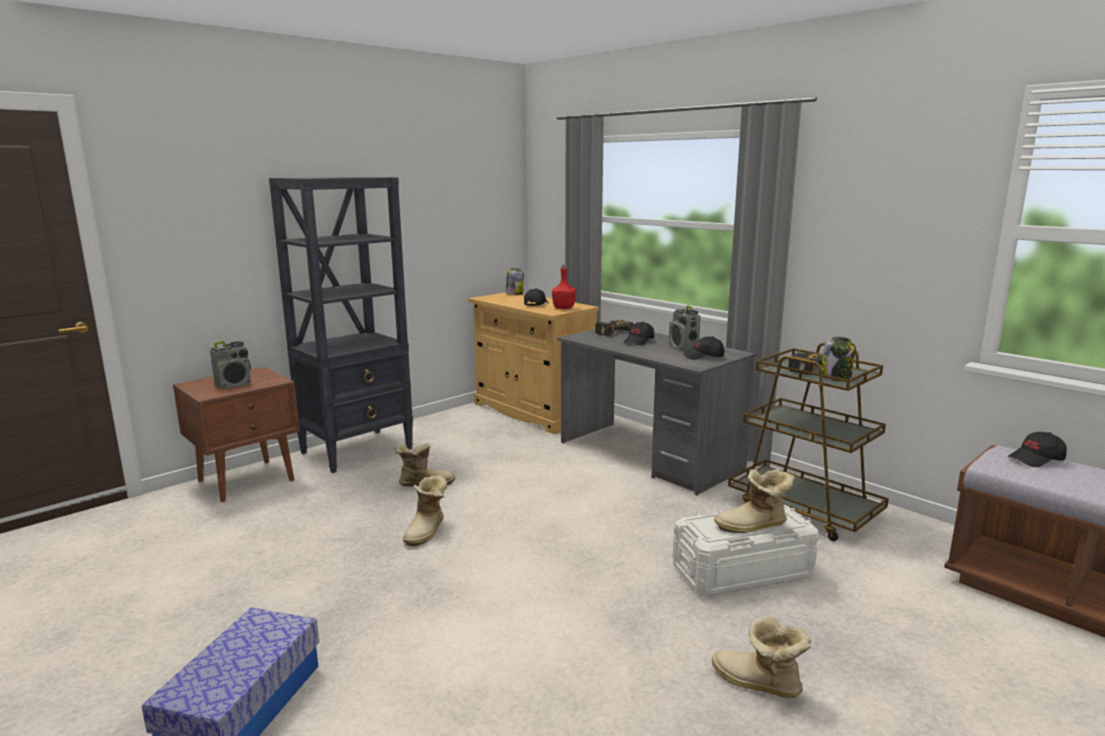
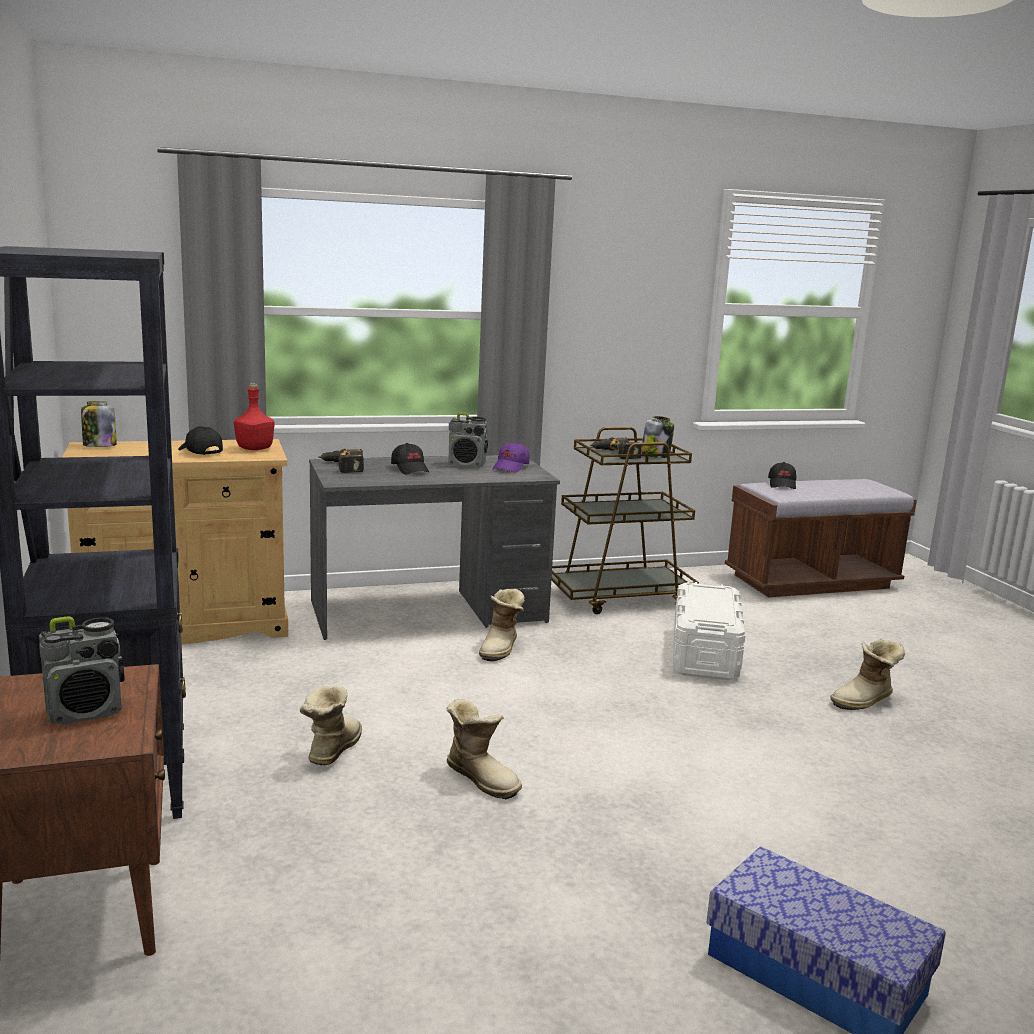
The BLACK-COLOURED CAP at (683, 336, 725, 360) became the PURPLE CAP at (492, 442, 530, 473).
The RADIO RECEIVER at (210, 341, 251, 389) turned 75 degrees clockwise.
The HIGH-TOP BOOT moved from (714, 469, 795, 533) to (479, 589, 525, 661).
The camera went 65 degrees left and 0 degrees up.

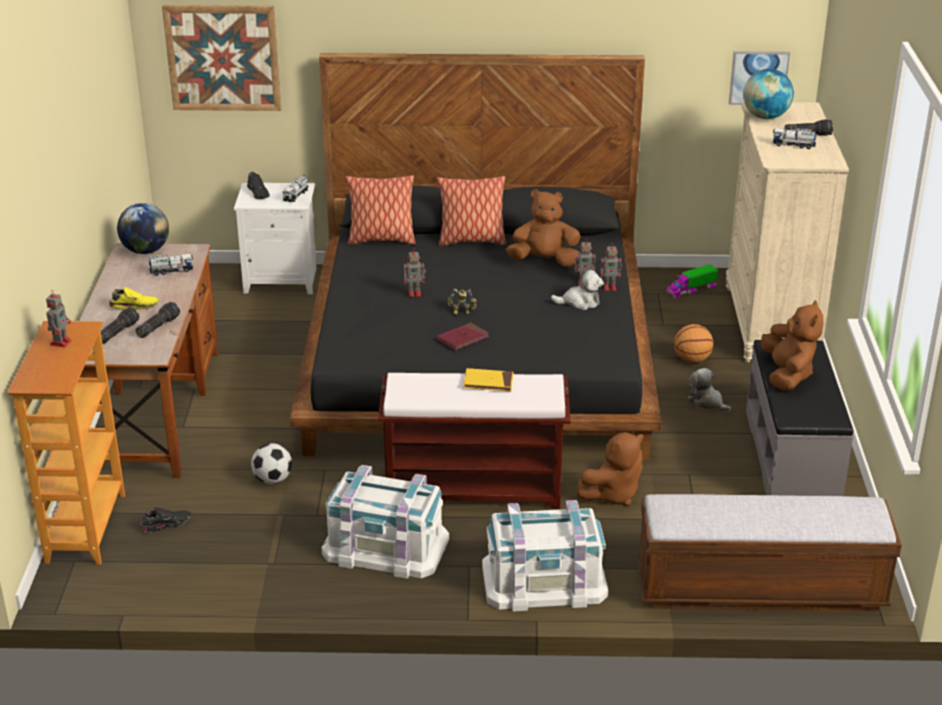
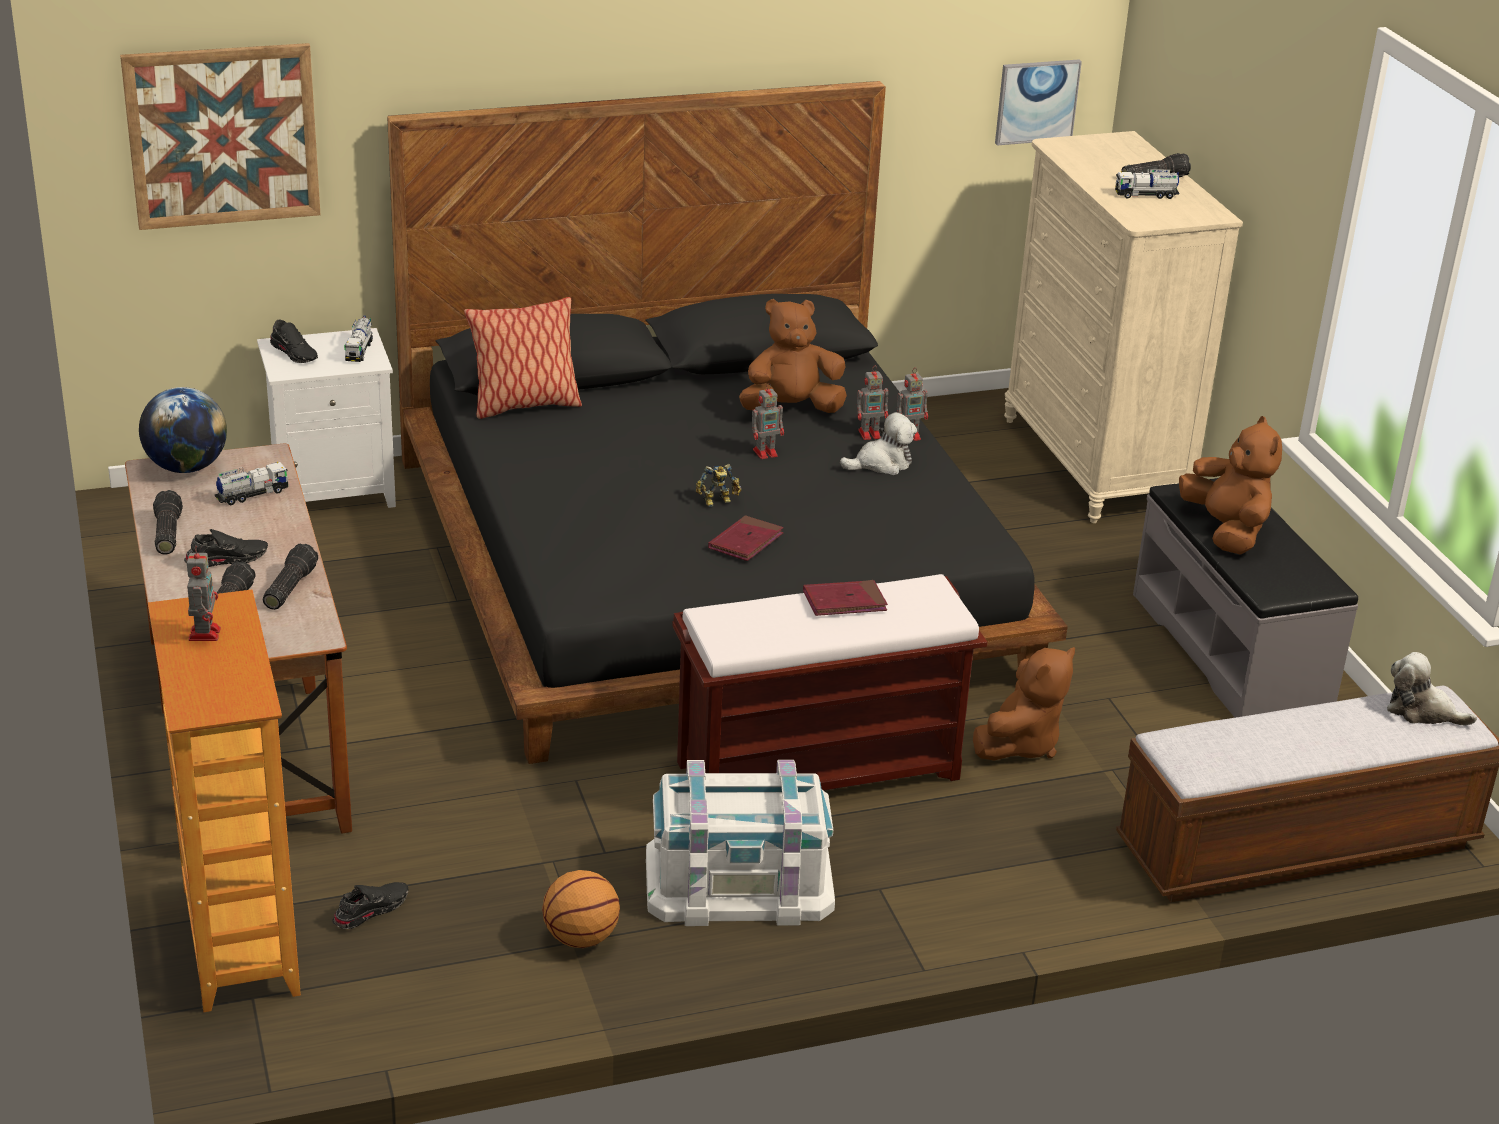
The DESK GLOBE at (743, 69, 794, 119) disappeared.
The PILLOW at (437, 176, 506, 246) disappeared.
The TOY ROBOT moved from (404, 248, 426, 297) to (752, 383, 784, 459).
The TOY TRUCK at (666, 264, 718, 298) disappeared.
The YELLOWISH ITEM OF FOOTWEAR at (109, 287, 159, 310) became the BLACK-COLOURED ITEM OF FOOTWEAR at (184, 529, 268, 567).
The BALL FOR BASKETBALL moved from (674, 324, 713, 363) to (542, 870, 620, 948).
The YELLOWISH VOLUME at (463, 368, 513, 392) became the RED VOLUME at (803, 580, 888, 616).
The SOFT TOY moved from (688, 368, 731, 412) to (1387, 652, 1477, 726).
The BALL FOR FOOTBALL at (251, 443, 292, 484) disappeared.
The WHITE STORAGE BIN at (482, 500, 608, 612) disappeared.
The HAND TORCH at (153, 490, 183, 554) appeared.
The camera went 20 degrees left and 0 degrees up.

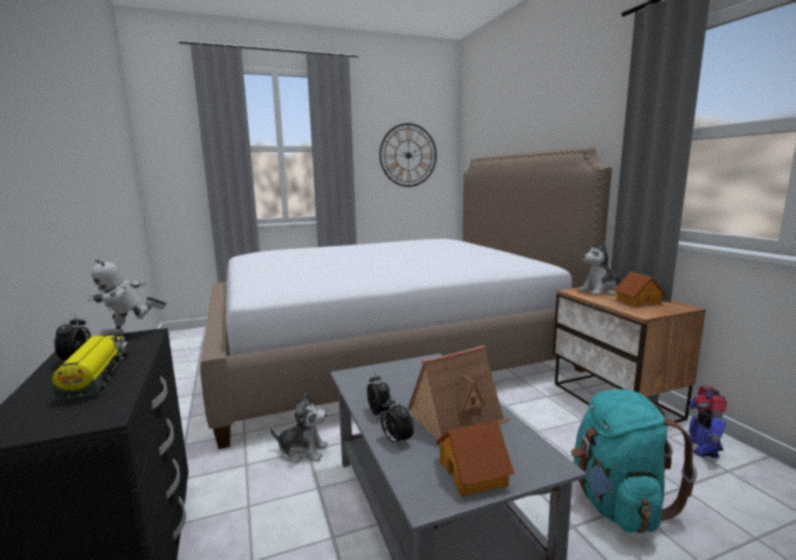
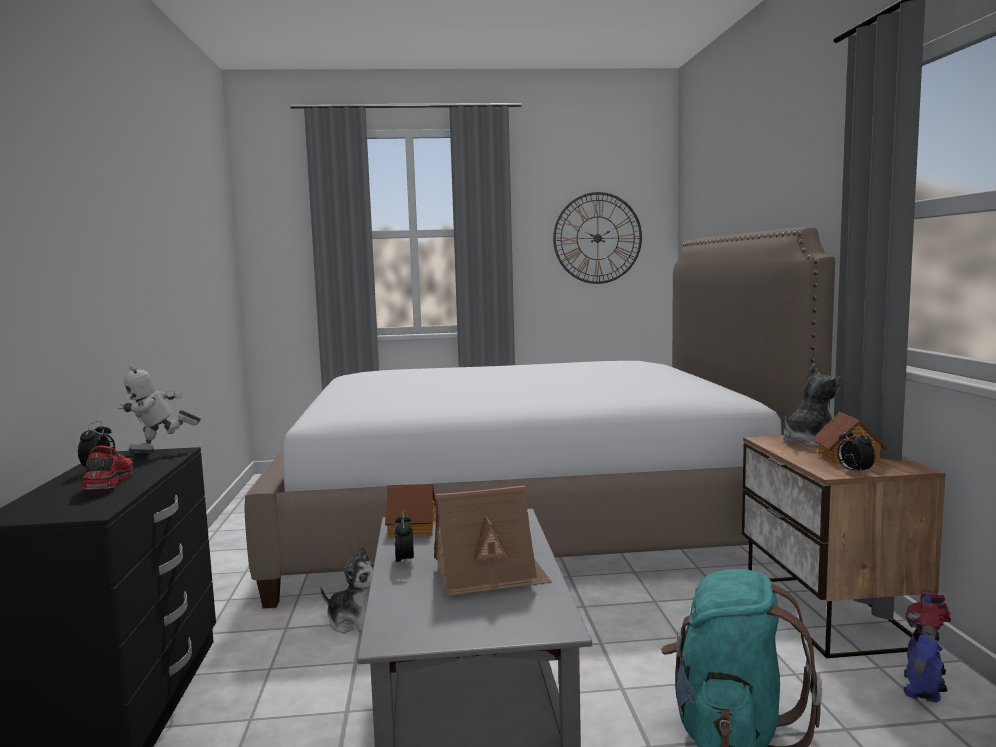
The SOFT TOY at (579, 241, 621, 295) turned 150 degrees clockwise.
The TOY TRUCK at (52, 335, 129, 401) was replaced by the RED ITEM OF FOOTWEAR at (81, 446, 133, 490).
The TABLE CLOCK moved from (381, 396, 414, 446) to (837, 427, 875, 474).
The MODEL HOUSE moved from (436, 421, 515, 496) to (385, 484, 436, 537).
The camera went 15 degrees right and 5 degrees down.

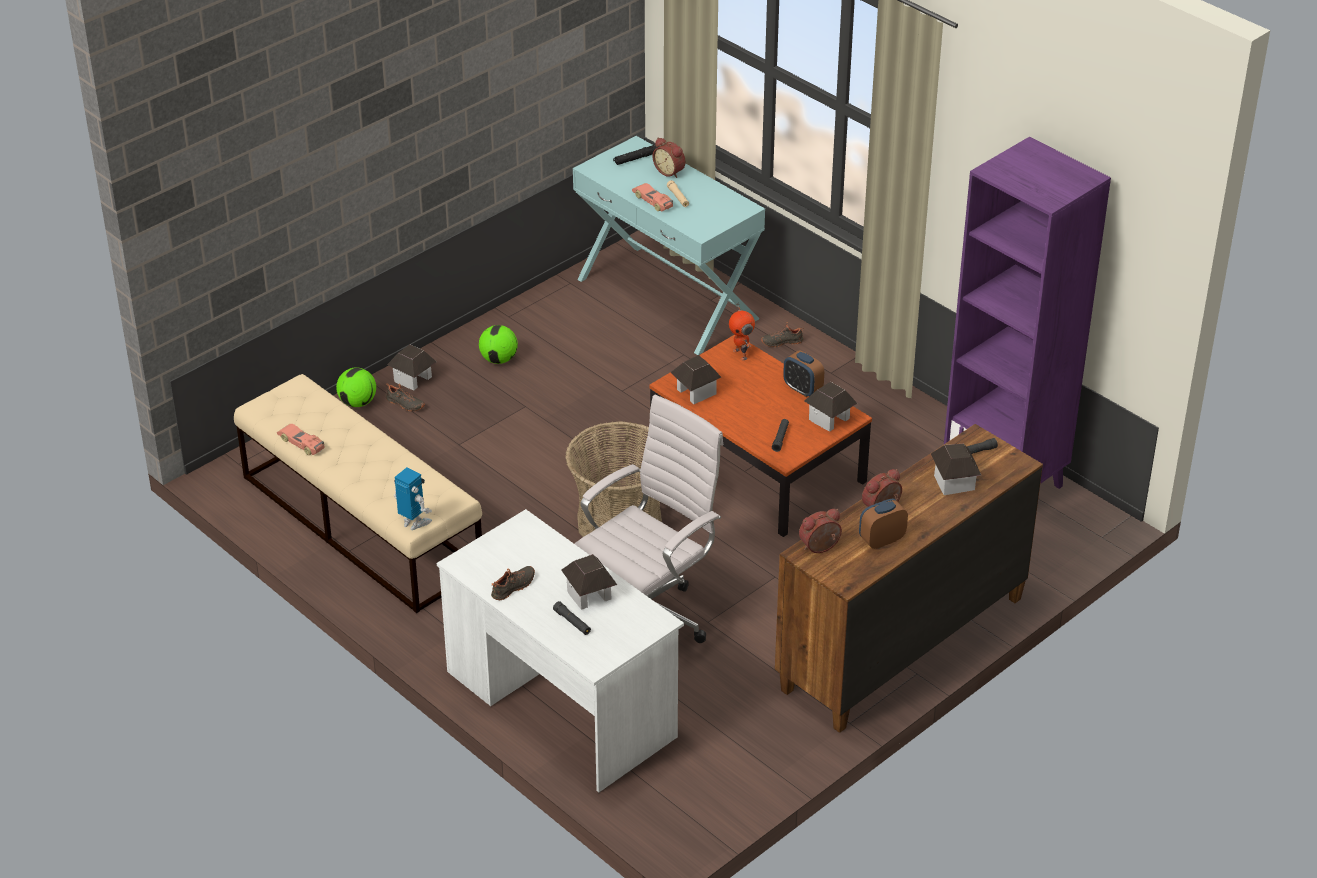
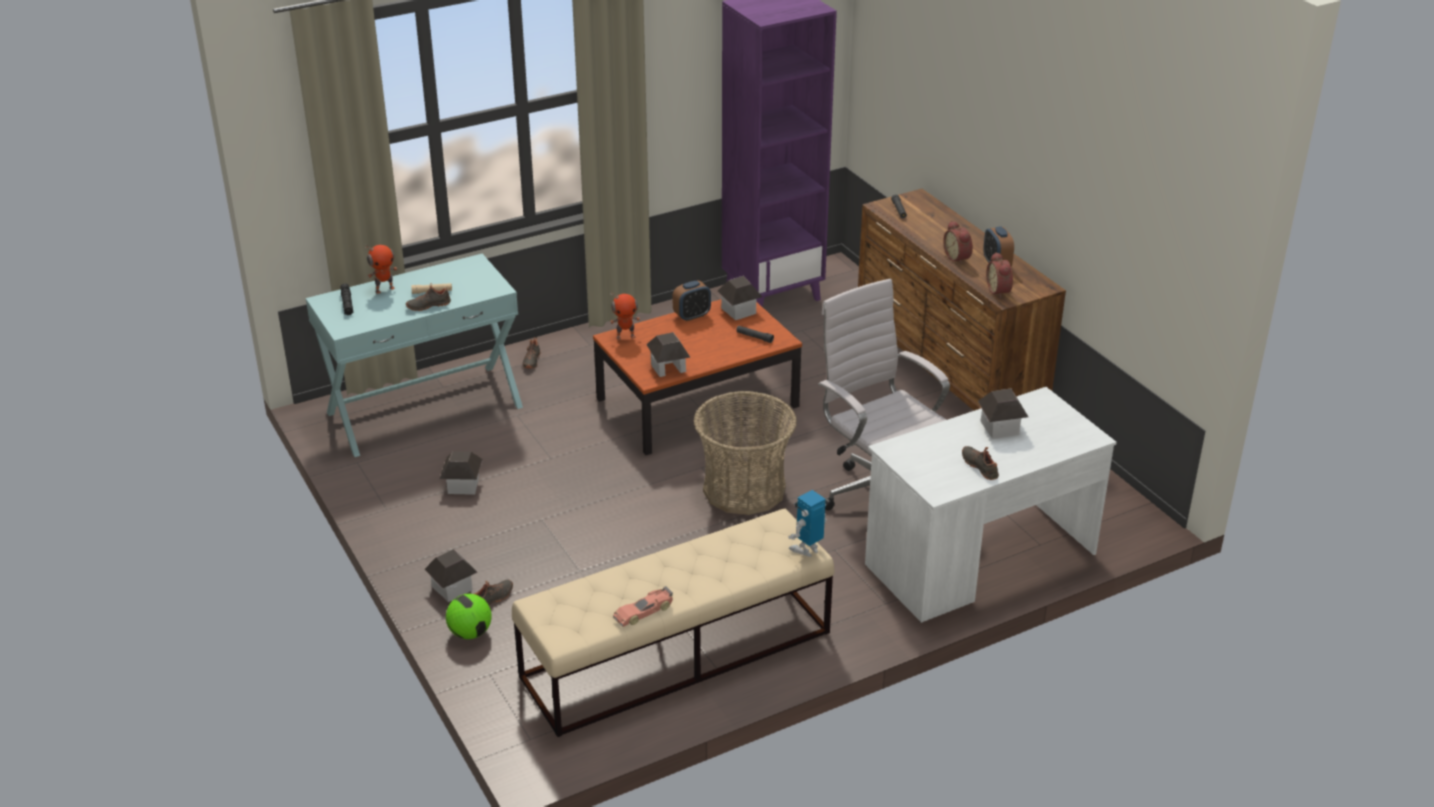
The TABLE CLOCK at (653, 138, 686, 178) was replaced by the TOY ROBOT at (365, 245, 397, 294).
The MINIATURE CAR at (632, 183, 673, 211) was replaced by the BLACK-COLOURED ITEM OF FOOTWEAR at (406, 283, 451, 311).
The BALL FOR FOOTBALL at (479, 325, 518, 364) disappeared.
The MODEL HOUSE moved from (931, 444, 981, 495) to (439, 452, 483, 495).
The BLACK-COLOURED HAND TORCH at (553, 601, 591, 635) disappeared.
The camera went 75 degrees left and 5 degrees down.

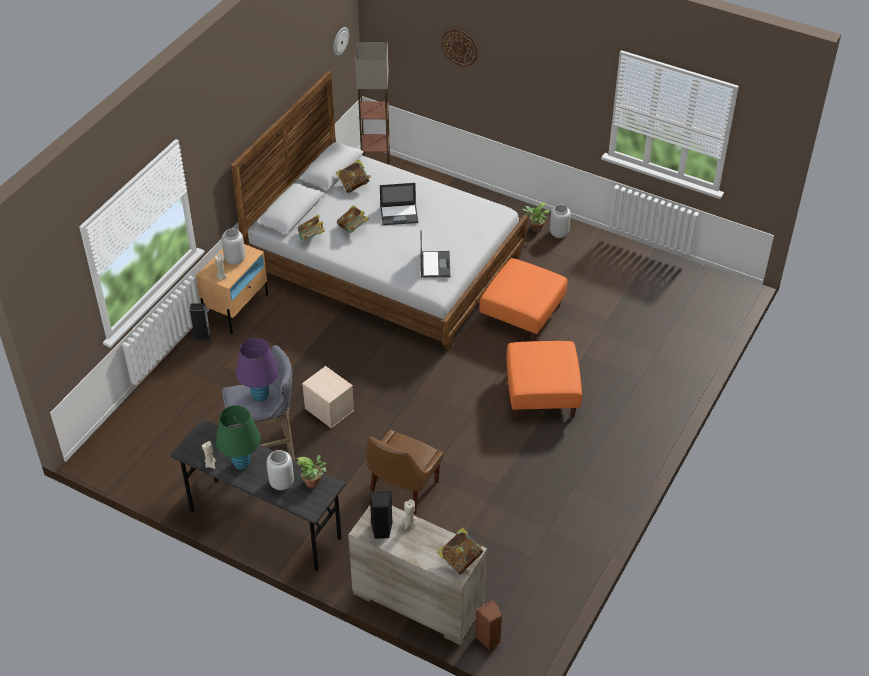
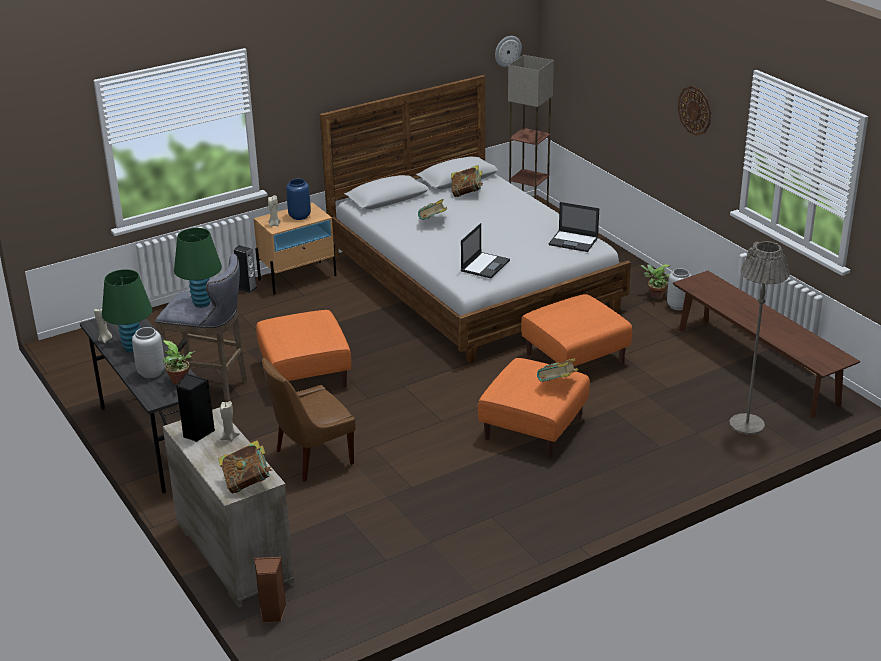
The HANGING CLOCK moved from (441, 29, 478, 67) to (678, 86, 711, 136).
The NOTEBOOK COMPUTER moved from (380, 183, 418, 225) to (548, 202, 599, 252).
The VOLUME moved from (298, 214, 325, 241) to (537, 358, 578, 382).
The GREY VASE at (222, 229, 245, 265) became the BLUISH VASE at (286, 179, 311, 220).
The PURPLE LAMP FOR A TABLE at (236, 338, 279, 402) became the GREENISH LAMP FOR A TABLE at (174, 228, 222, 308).
The BEIGE-COLOURED STORAGE BIN at (302, 366, 354, 429) was replaced by the ORANGEY OTTOMAN at (256, 310, 351, 387).
The GREY FLOOR LAMP at (729, 241, 790, 435) appeared.
The BROWN BENCH at (673, 271, 860, 418) appeared.
The camera went 30 degrees right and 15 degrees down.

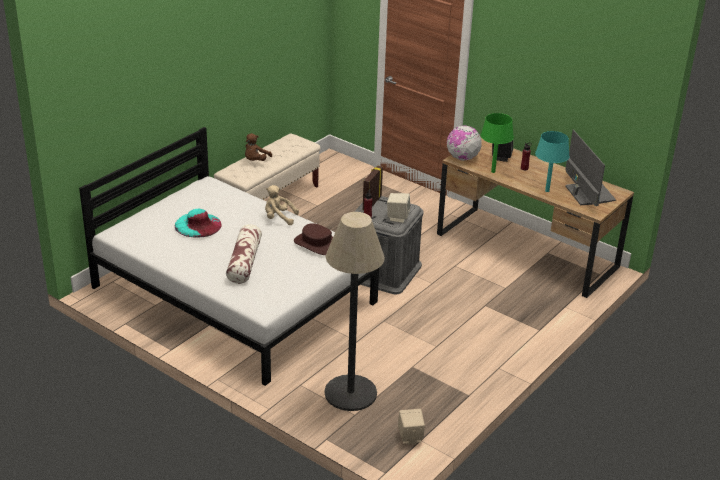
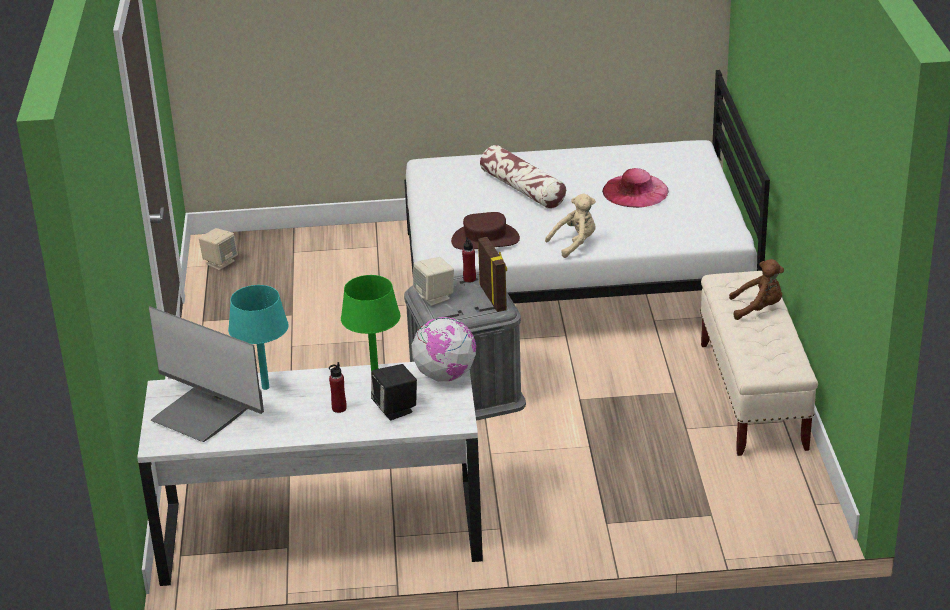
The BROWN SOFT TOY at (245, 133, 272, 161) turned 105 degrees clockwise.
The BROWN DESK TABLE at (437, 136, 634, 298) became the WHITE DESK TABLE at (137, 362, 483, 586).
The TURQUOISE WEARABLE HAT at (175, 209, 222, 238) became the PINK-COLOURED WEARABLE HAT at (602, 168, 669, 208).
The FLOOR LAMP at (324, 212, 385, 411) disappeared.
The camera went 140 degrees right and 0 degrees up.

